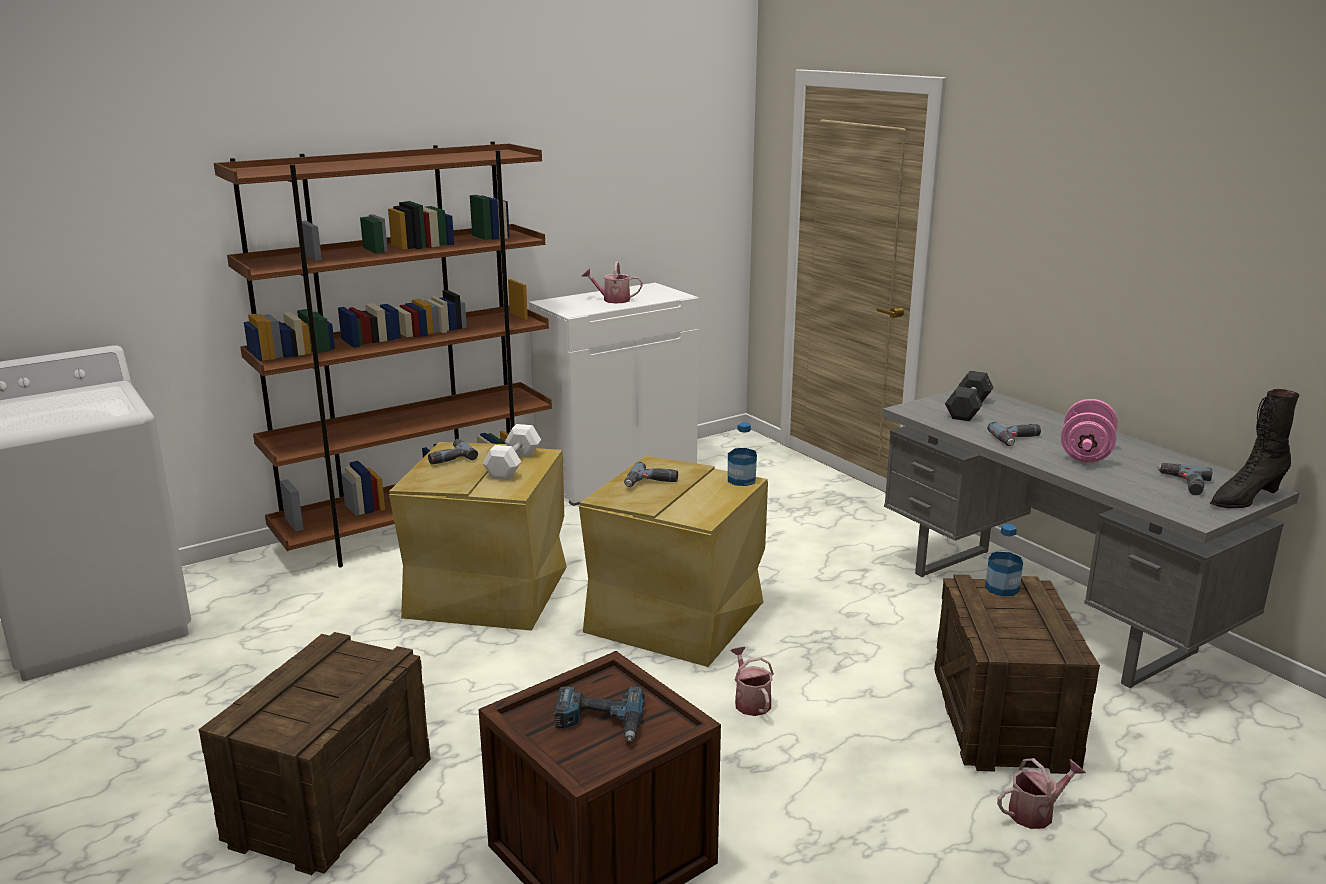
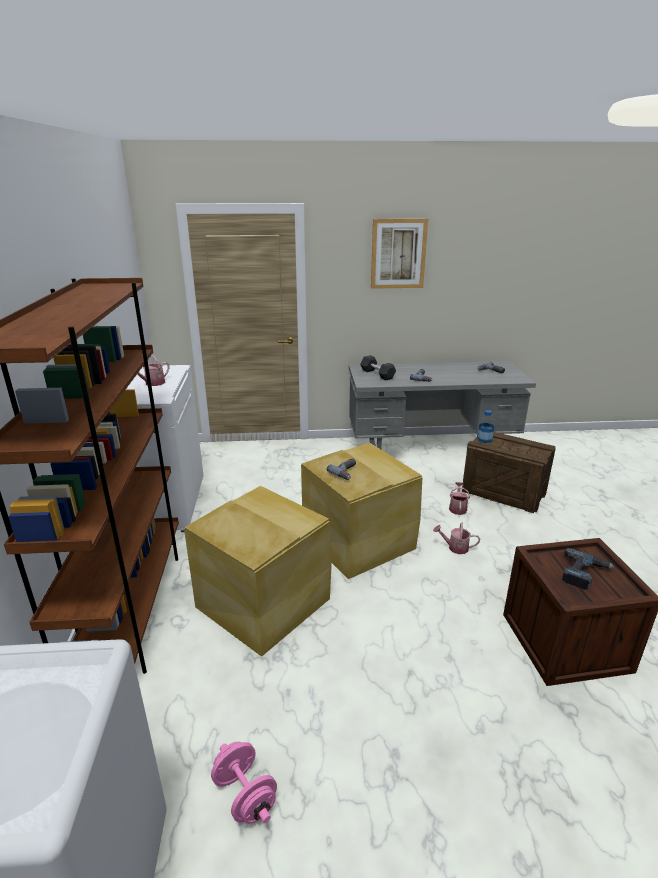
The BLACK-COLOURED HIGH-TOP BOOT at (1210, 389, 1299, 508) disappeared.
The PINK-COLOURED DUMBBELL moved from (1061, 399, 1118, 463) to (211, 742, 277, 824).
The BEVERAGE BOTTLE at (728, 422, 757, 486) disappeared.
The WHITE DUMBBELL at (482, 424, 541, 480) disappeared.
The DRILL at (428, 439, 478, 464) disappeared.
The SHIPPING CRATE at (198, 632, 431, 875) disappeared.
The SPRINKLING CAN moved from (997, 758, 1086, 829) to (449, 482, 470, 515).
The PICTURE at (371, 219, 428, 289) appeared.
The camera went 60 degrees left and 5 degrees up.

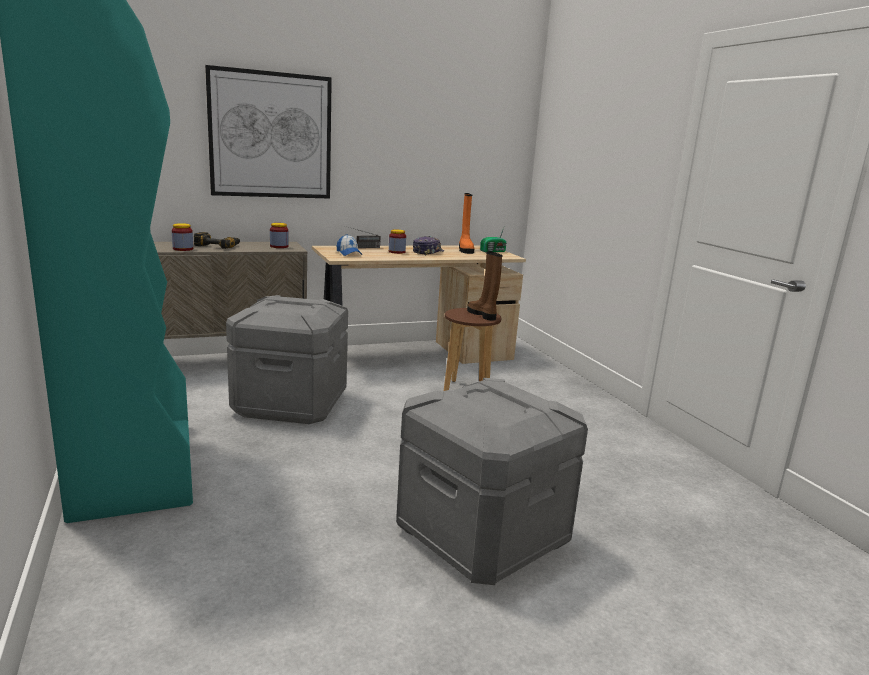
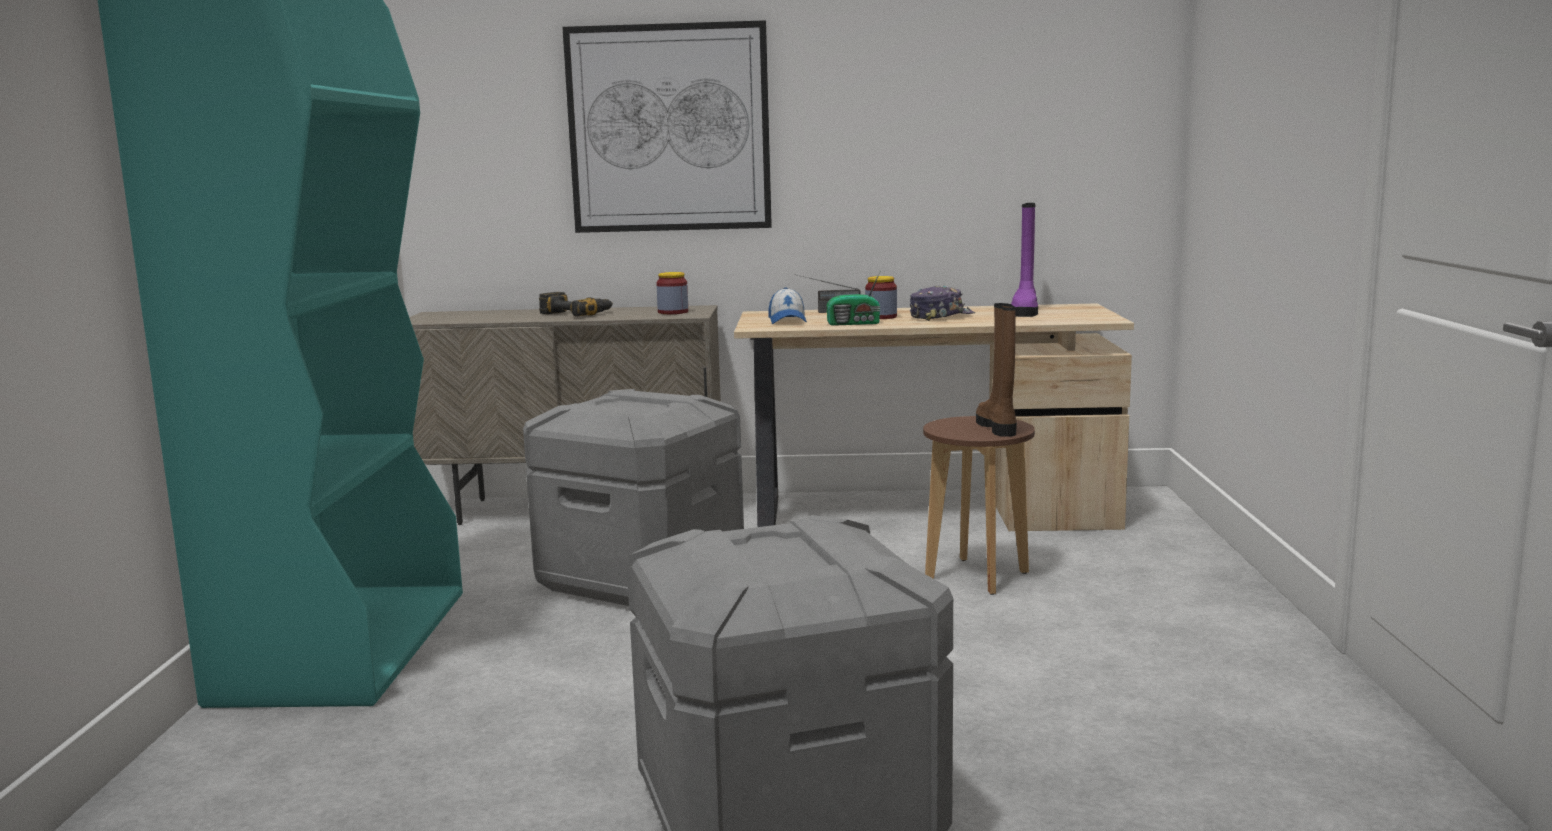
The ORANGEY HIGH-TOP BOOT at (459, 193, 474, 254) became the PURPLE HIGH-TOP BOOT at (1011, 203, 1038, 317).
The PRESERVE JAR at (172, 223, 193, 251) disappeared.
The RADIO RECEIVER moved from (480, 225, 507, 252) to (826, 272, 881, 326).
The camera went 25 degrees right and 5 degrees down.

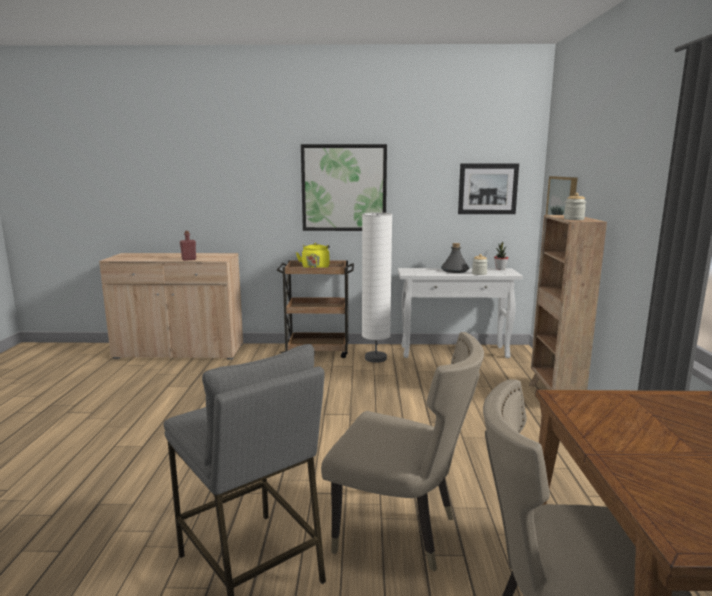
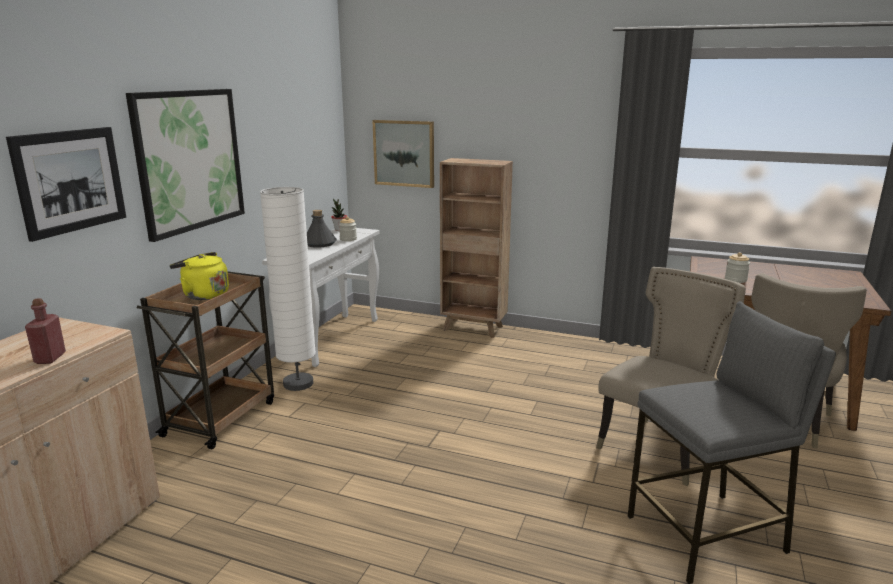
The PICTURE moved from (458, 163, 519, 214) to (6, 127, 126, 242).
The PRESERVE JAR moved from (564, 193, 586, 220) to (725, 252, 750, 283).
The camera went 70 degrees left and 5 degrees up.

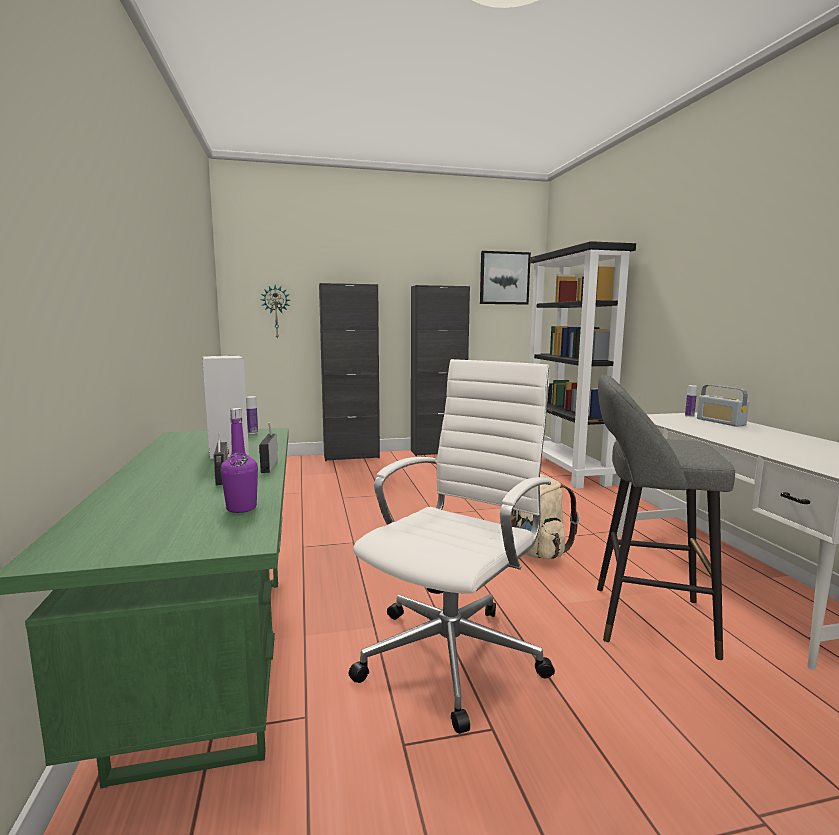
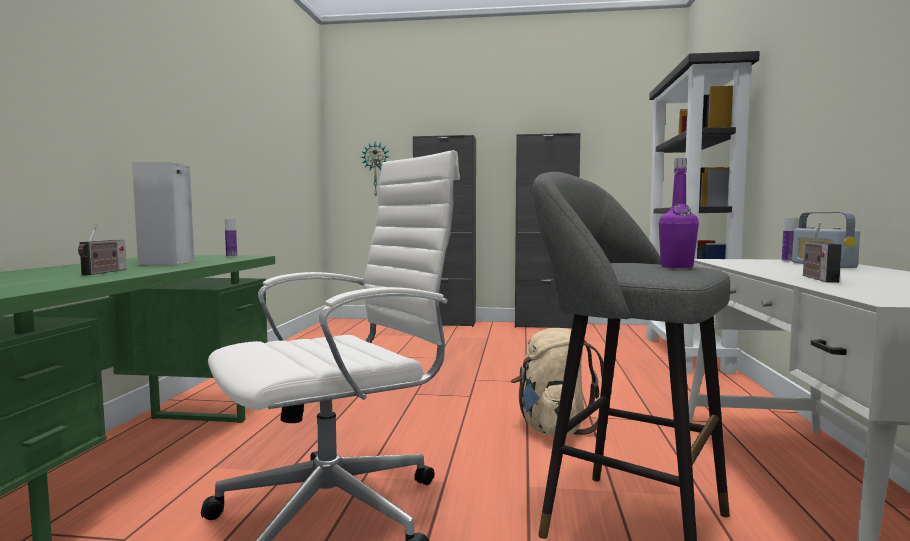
The PICTURE at (480, 251, 531, 305) disappeared.
The PURPLE BEVERAGE BOTTLE moved from (221, 408, 258, 513) to (659, 158, 699, 268).
The RADIO RECEIVER moved from (259, 422, 278, 473) to (803, 222, 842, 283).
The camera went 20 degrees right and 5 degrees down.

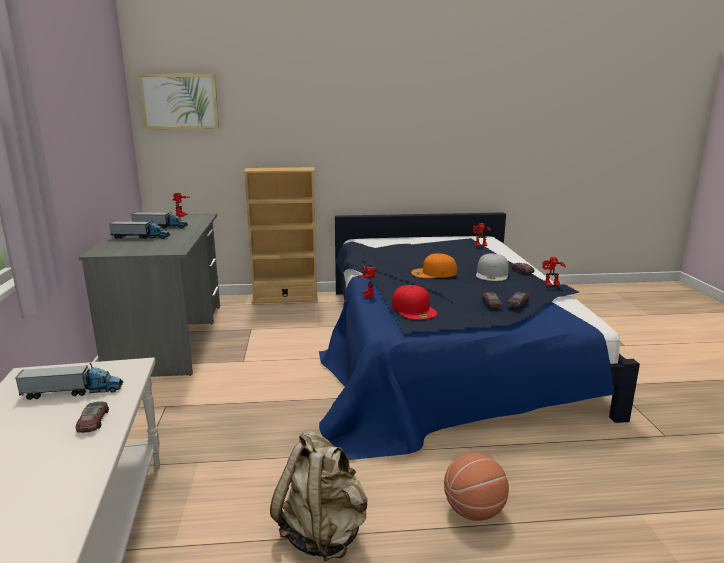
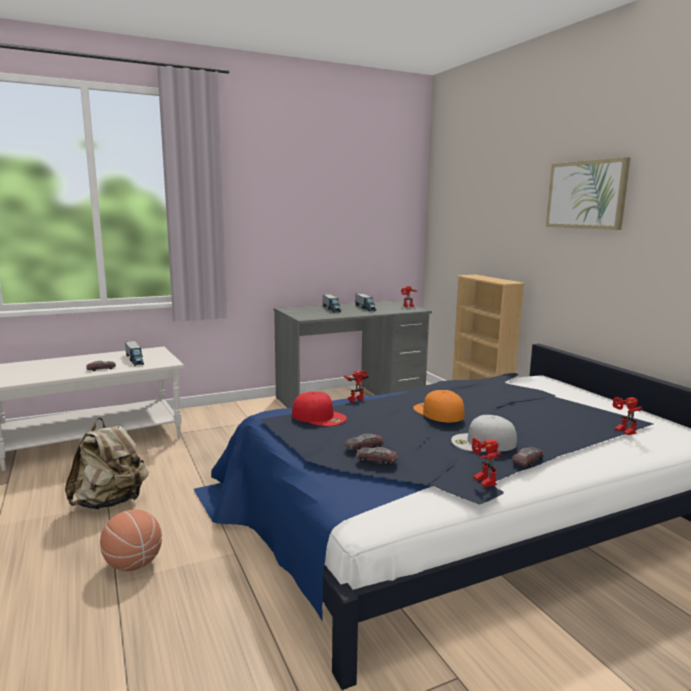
The PICTURE moved from (138, 74, 219, 129) to (546, 157, 631, 230).
The RED CAP at (392, 285, 437, 320) turned 105 degrees counterclockwise.
The camera went 70 degrees right and 5 degrees down.

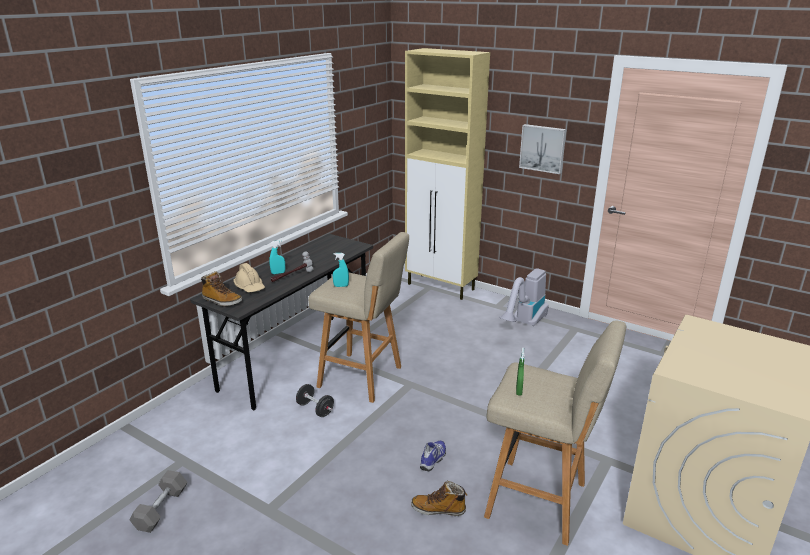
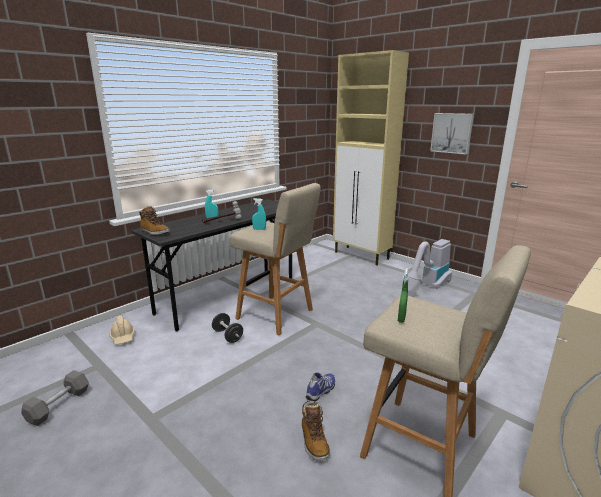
The BEIGE-COLOURED WORK HELMET moved from (233, 263, 265, 292) to (110, 315, 135, 344).
The HIGH-TOP BOOT at (411, 481, 468, 516) turned 120 degrees counterclockwise.
The camera went 10 degrees right and 5 degrees down.

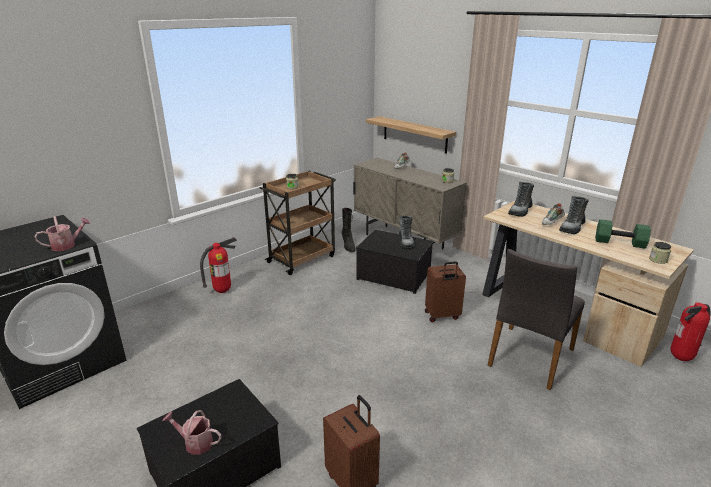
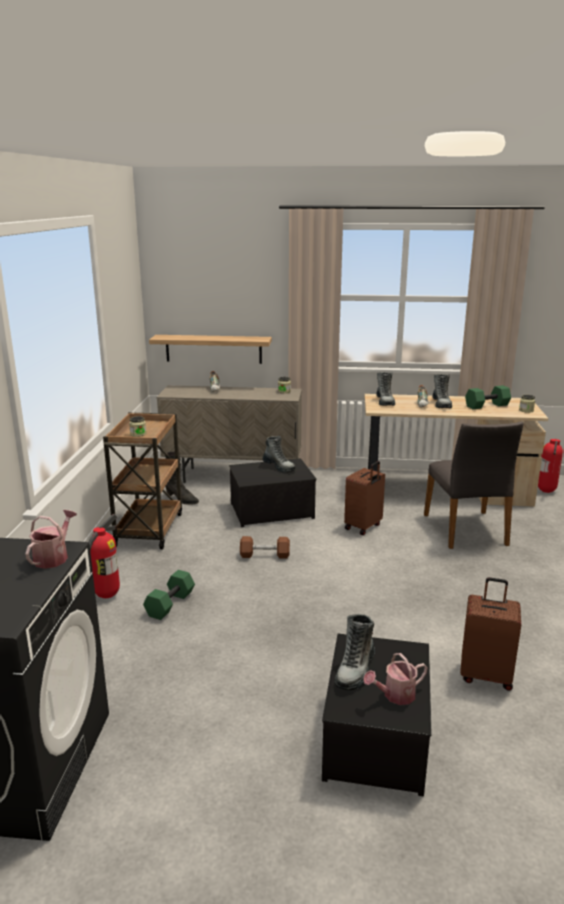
The BROWN DUMBBELL at (240, 536, 290, 559) appeared.
The GREENISH DUMBBELL at (143, 570, 195, 620) appeared.
The HIGH-TOP BOOT at (334, 614, 375, 690) appeared.
The camera went 40 degrees left and 5 degrees down.

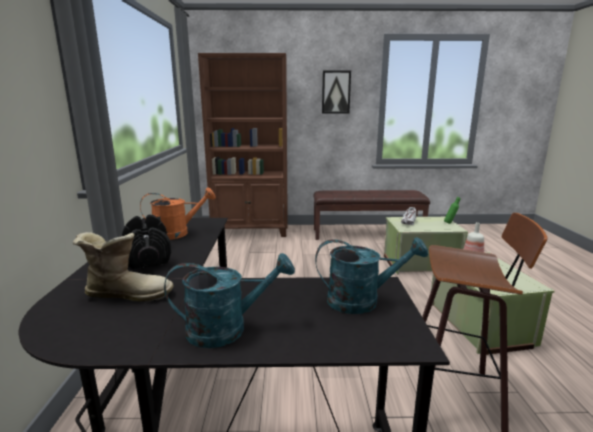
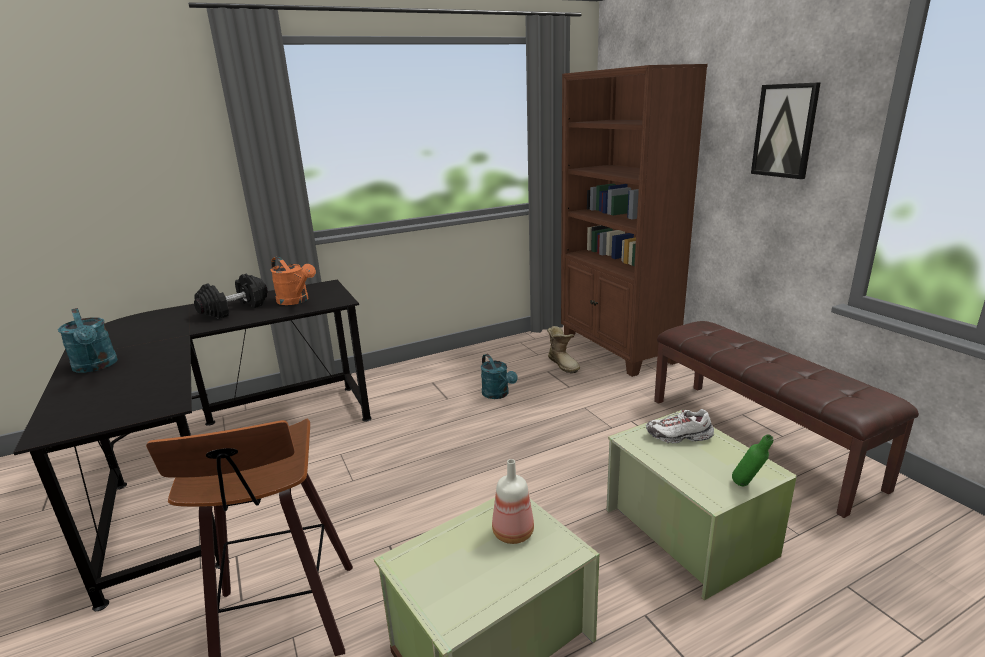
The HIGH-TOP BOOT moved from (73, 232, 173, 302) to (547, 326, 580, 373).
The TURQUOISE SPRINKLING CAN moved from (315, 237, 428, 314) to (481, 354, 518, 399).
The camera went 65 degrees right and 5 degrees up.

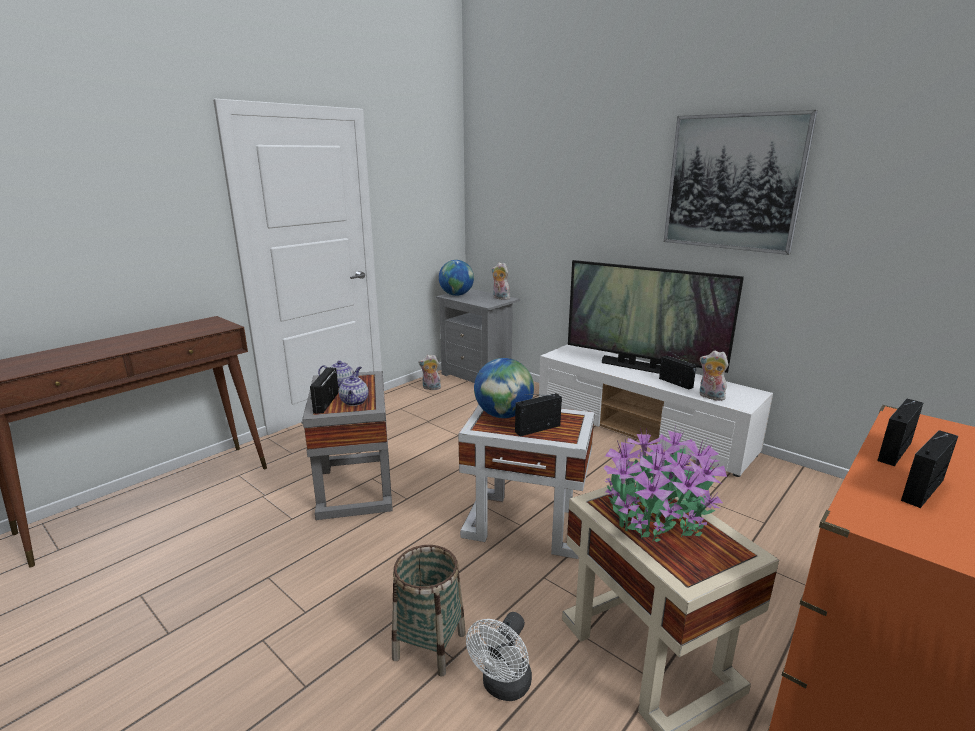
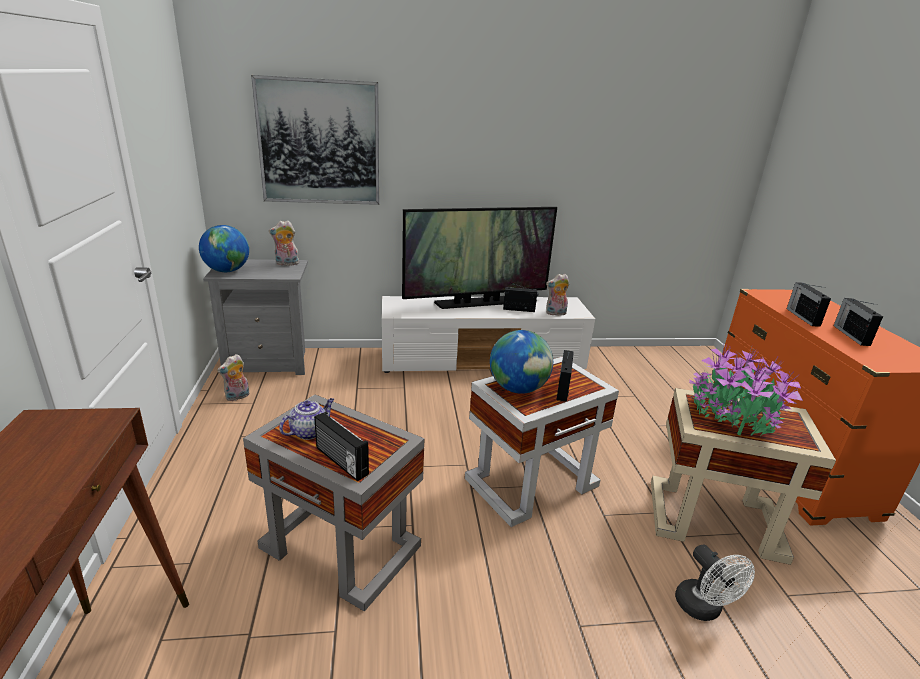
The PICTURE moved from (664, 110, 818, 255) to (251, 75, 379, 205).
The TEA POT at (339, 374, 368, 406) disappeared.
The BASKET at (392, 545, 466, 676) disappeared.
The camera went 50 degrees left and 5 degrees up.

